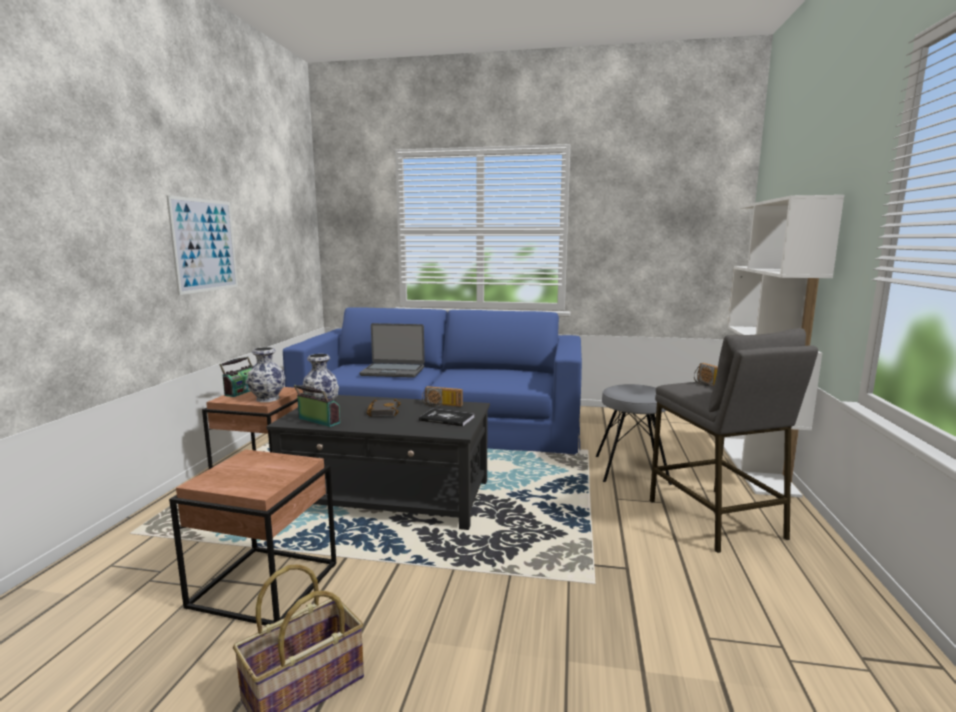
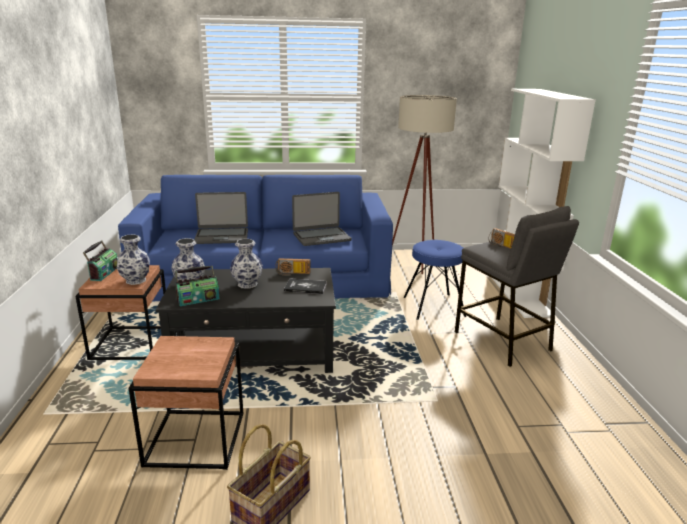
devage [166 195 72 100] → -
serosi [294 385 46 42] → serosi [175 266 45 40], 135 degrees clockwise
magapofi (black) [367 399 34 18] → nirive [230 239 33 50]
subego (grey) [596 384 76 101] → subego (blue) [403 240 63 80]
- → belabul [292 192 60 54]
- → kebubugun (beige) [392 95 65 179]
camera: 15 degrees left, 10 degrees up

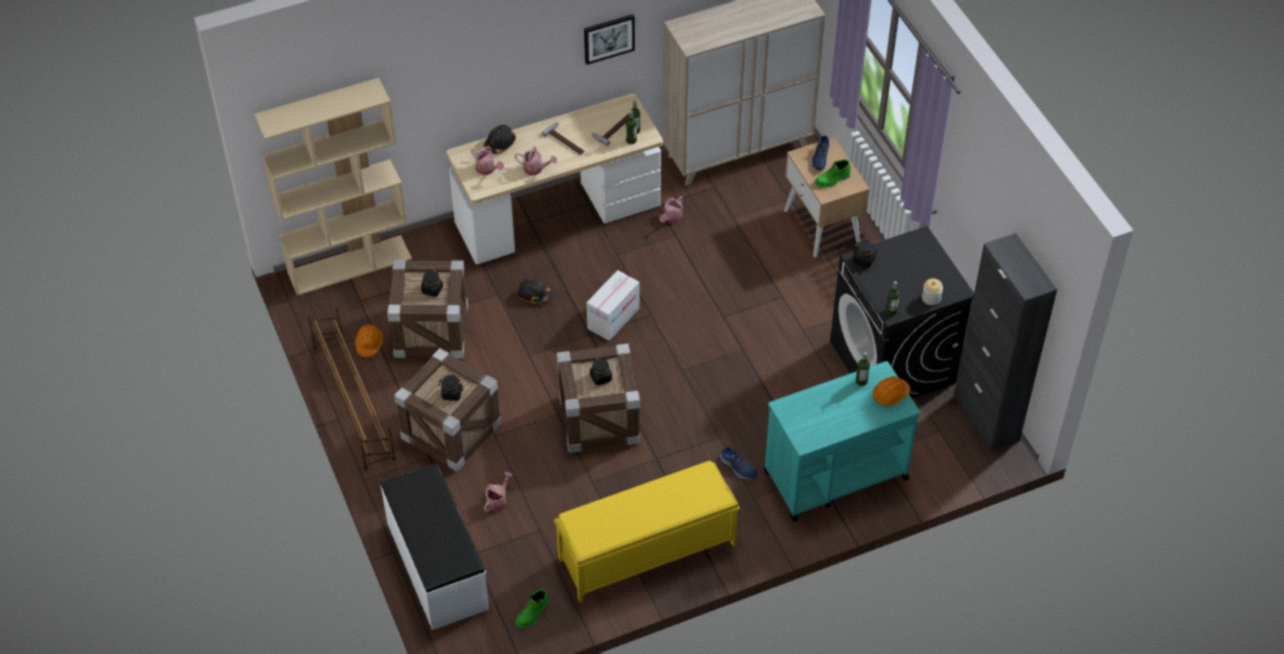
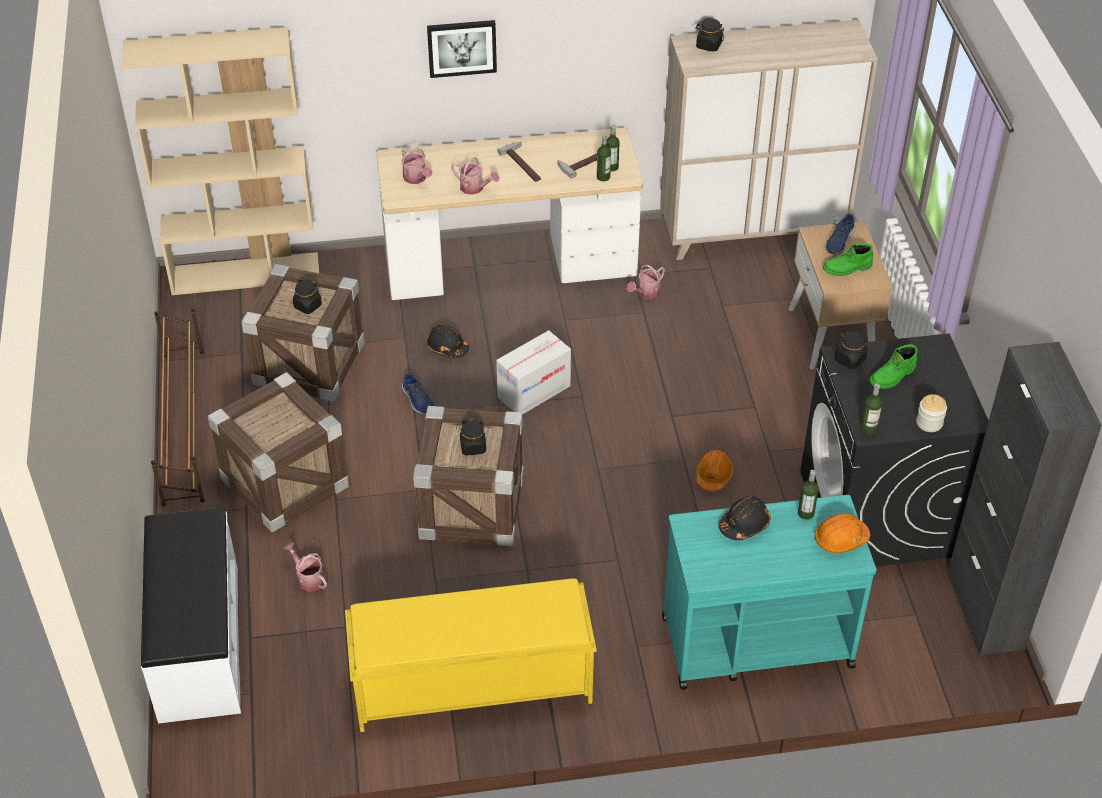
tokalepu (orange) [355 324 28 33] → tokalepu (orange) [696 450 38 42], move
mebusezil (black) [438 375 26 26] → mebusezil (black) [695 18 29 34], move
tokalepu (black) [484 125 32 29] → tokalepu (black) [718 496 53 44], move
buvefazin [484 472 29 40] → buvefazin [284 542 43 50], 90 degrees counterclockwise
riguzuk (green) [515 589 34 39] → riguzuk (green) [869 344 49 45], move
devage [584 14 51 51] → devage [427 20 70 58], move
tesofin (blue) [720 447 37 33] → tesofin (blue) [402 373 33 42], move
camera: 15 degrees right, 5 degrees down

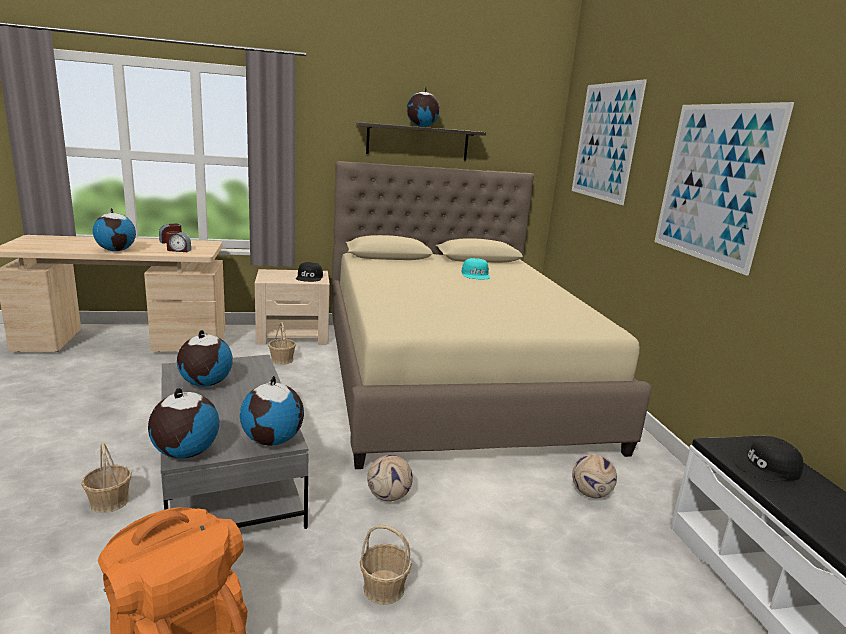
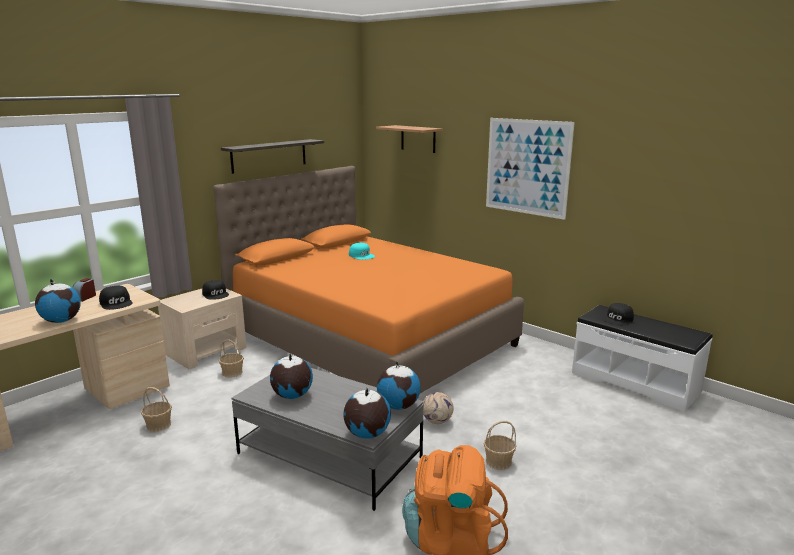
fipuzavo [81 442 51 71] → fipuzavo [141 387 31 45], move
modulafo [166 231 25 21] → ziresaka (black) [99 286 33 24]
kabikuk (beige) [332 161 320 308] → kabikuk (orange) [213 166 311 227]
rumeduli [407 87 33 40] → -
devage [572 79 75 126] → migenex [376 125 67 28]
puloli [572 454 45 44] → -
camera: 35 degrees left, 0 degrees up

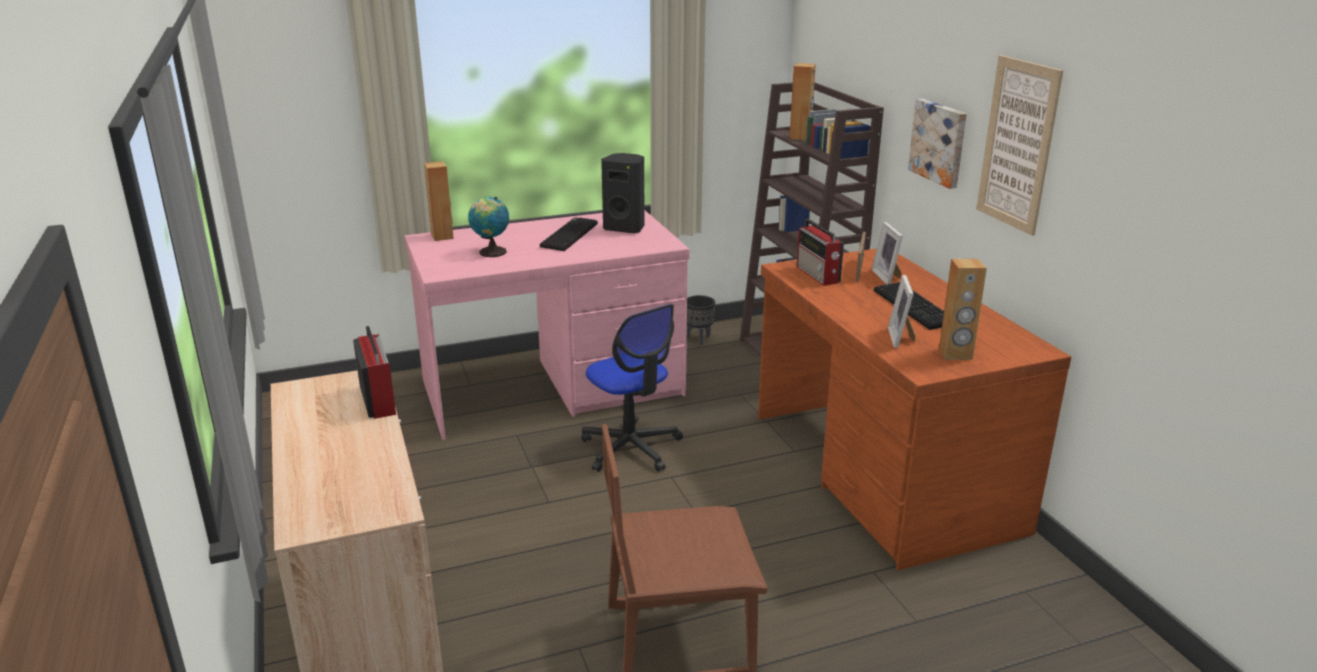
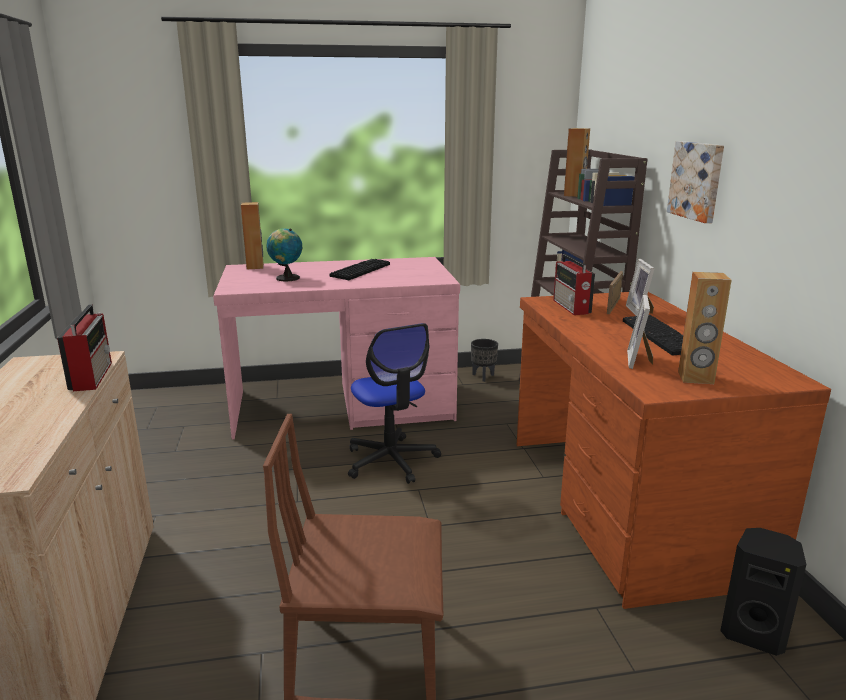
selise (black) [601 153 44 81] → selise (black) [720 528 86 128], move
devage [976 55 87 181] → -
camera: 10 degrees right, 5 degrees down

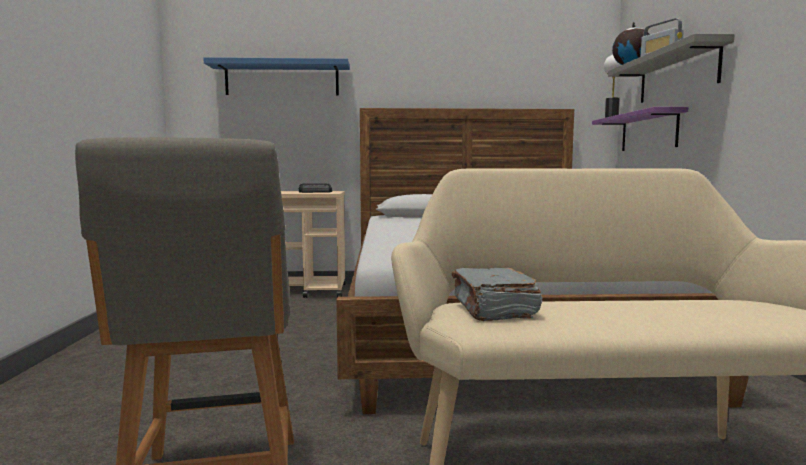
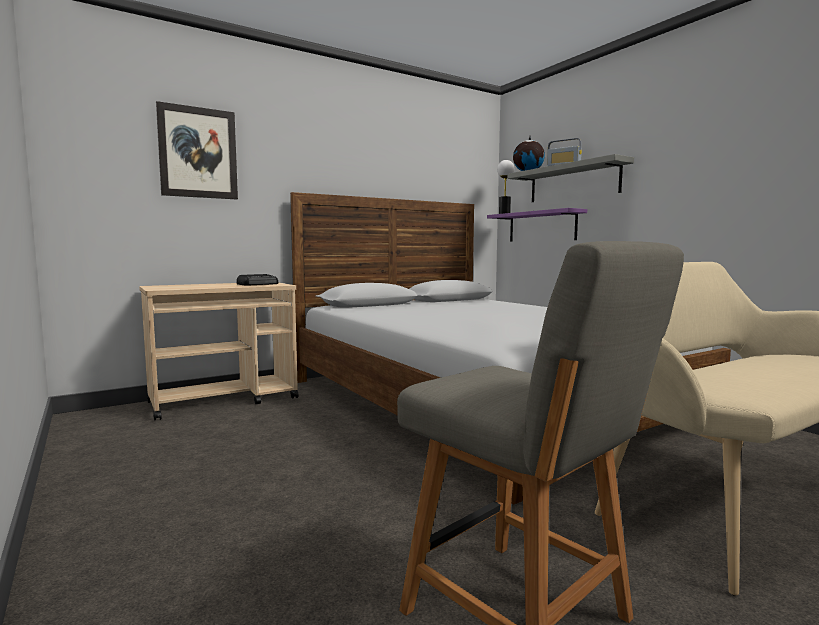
migenex (blue) [203 57 147 39] → devage [156 101 82 98]
magapofi (grey) [452 268 90 53] → -
camera: 30 degrees left, 0 degrees up

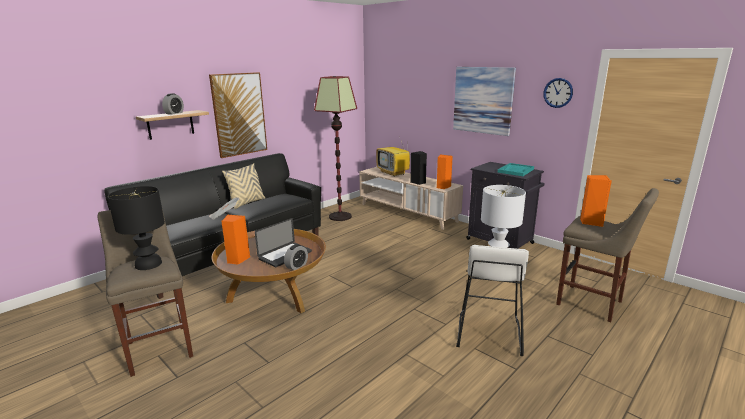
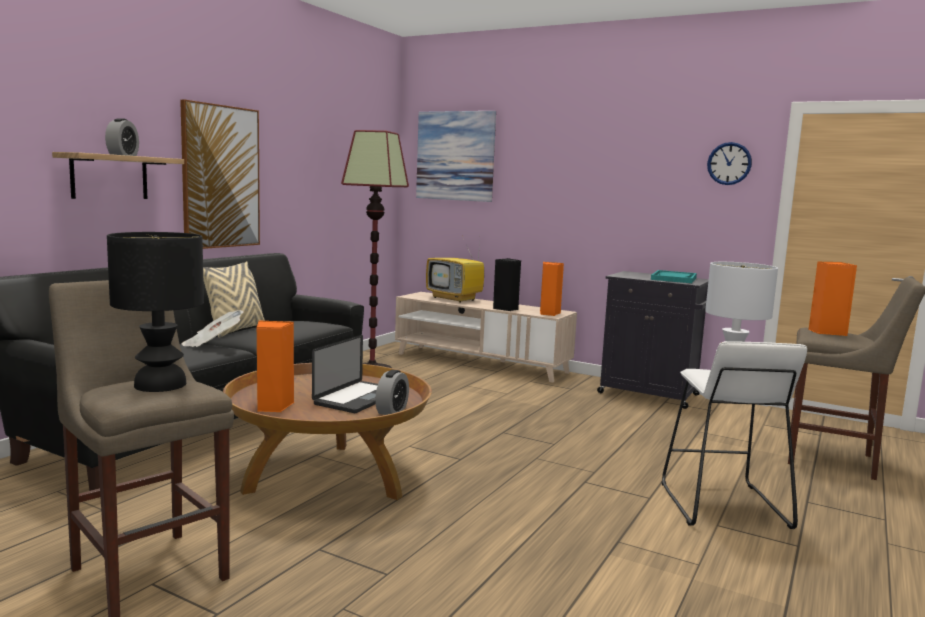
devage [453 67 63 69] → devage [416 111 80 91], move
camera: 15 degrees left, 10 degrees down

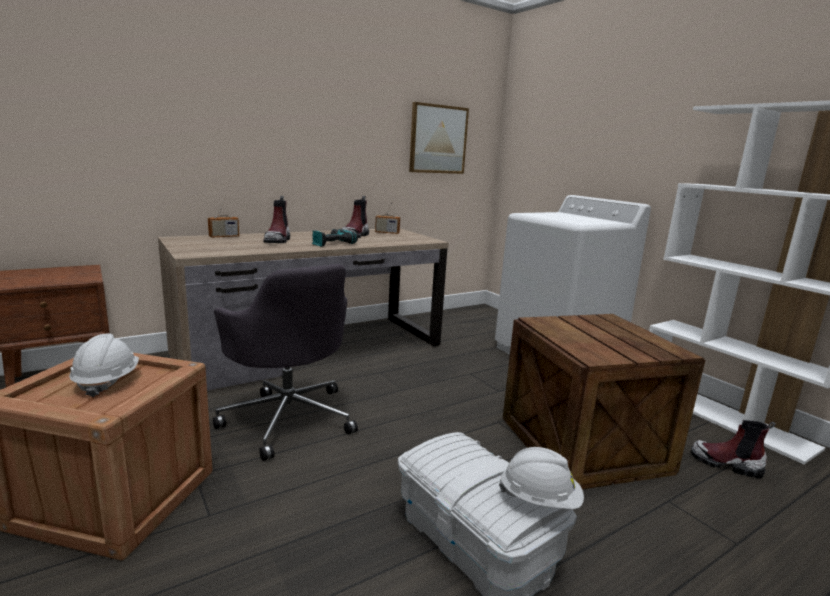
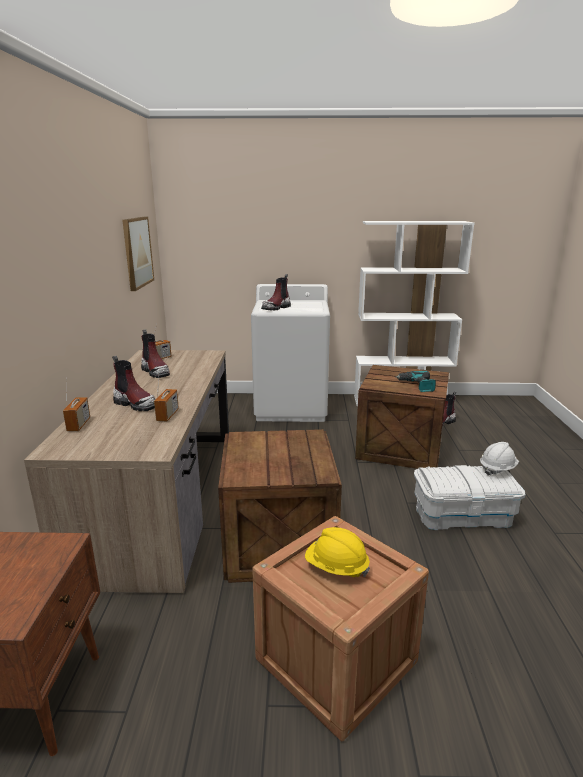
tokalepu (white) [69 333 70 64] → tokalepu (yellow) [305 527 65 50]
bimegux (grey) [213 264 145 197] → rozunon [218 429 124 154]
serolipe [312 229 46 18] → serolipe [395 371 41 21], move
- → serosi [154 377 25 45]
- → riguzuk [261 274 30 36]
camera: 55 degrees left, 5 degrees up

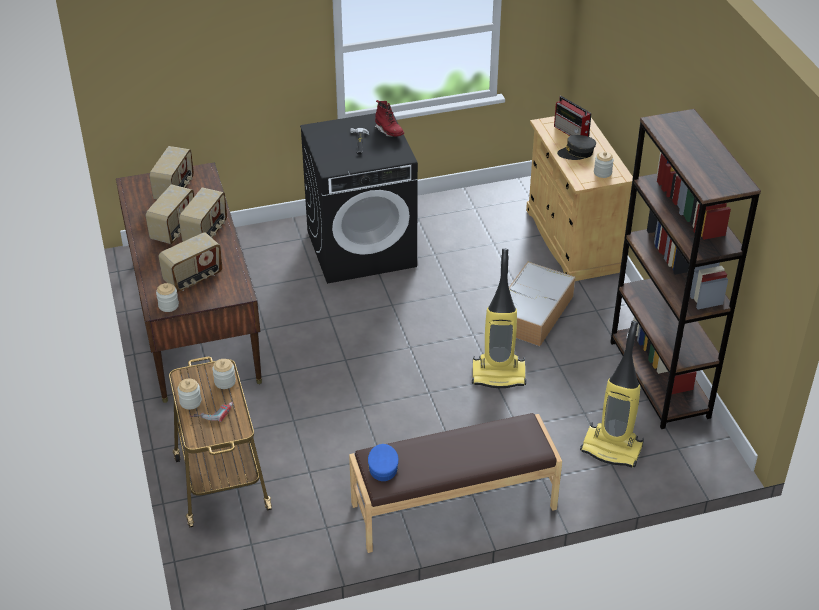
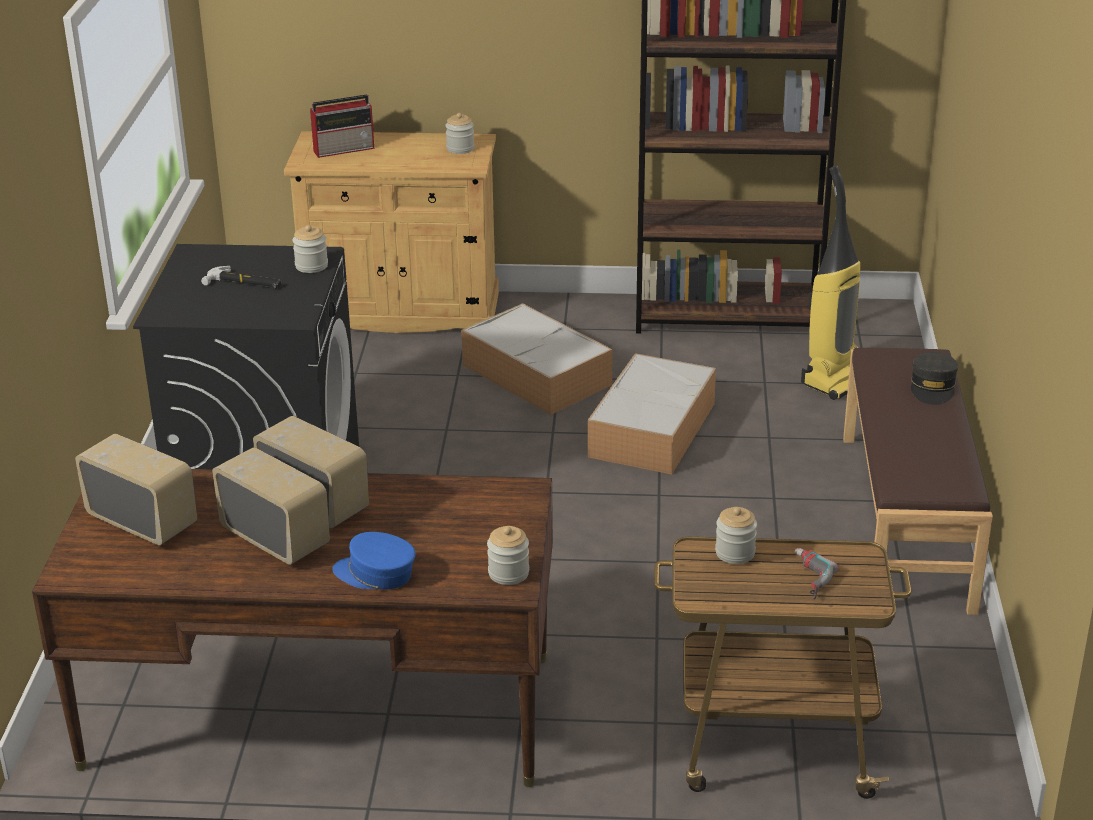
serosi [158 233 64 59] → -
mebusezil [177 379 25 31] → mebusezil [293 225 35 48], move
ziresaka (blue) [368 444 31 37] → ziresaka (blue) [332 532 84 57], move
riguzuk (red) [375 100 29 37] → -
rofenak [472 249 54 139] → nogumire [588 353 128 121]
ziresaka (grey) [557 135 39 25] → ziresaka (grey) [911 352 47 53], move
camera: 70 degrees left, 10 degrees down

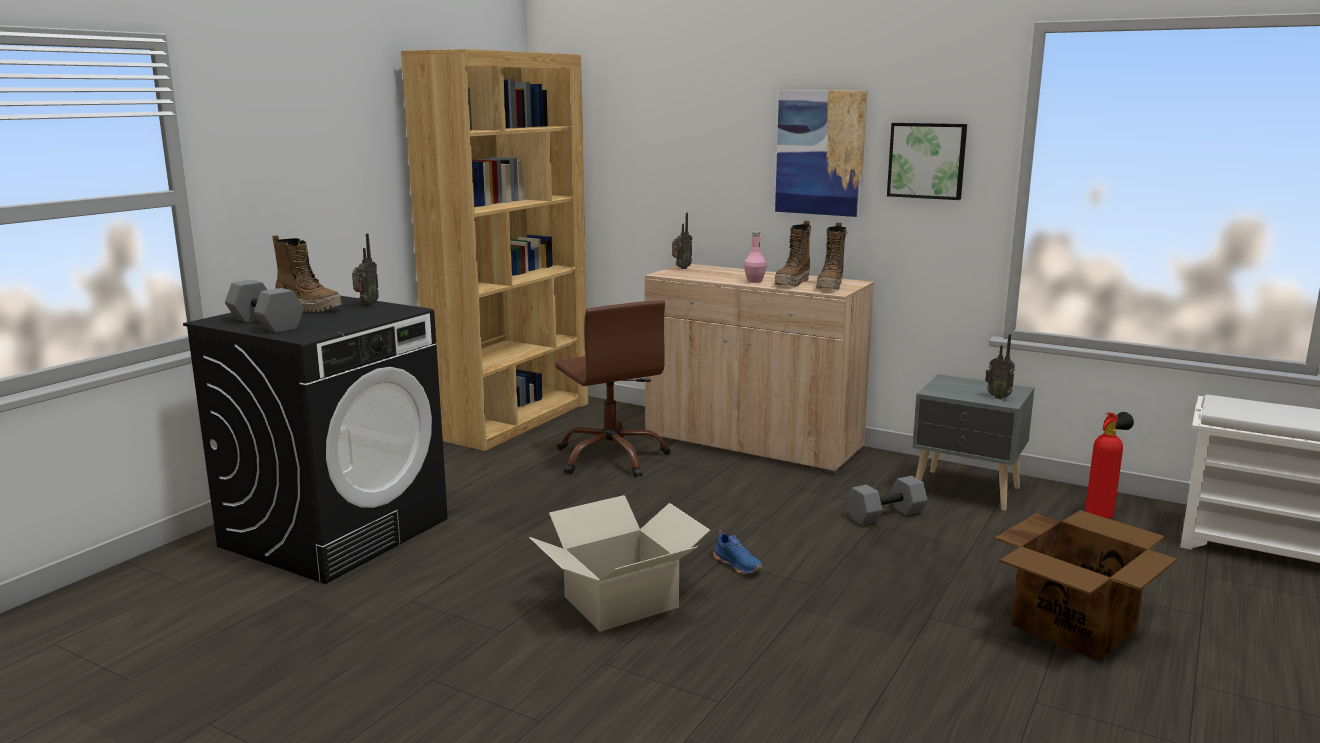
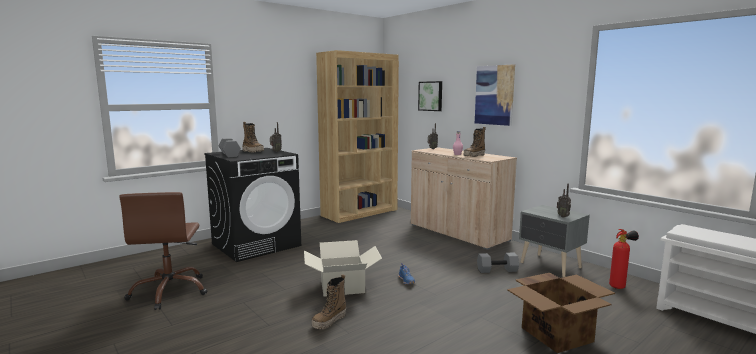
bimegux (brown) [555 300 116 177] → bimegux (brown) [119 192 88 118], move
riguzuk [816 222 32 68] → riguzuk [312 274 34 55], move
devage [887 123 80 77] → devage [418 81 24 30], move
camera: 20 degrees right, 5 degrees down

